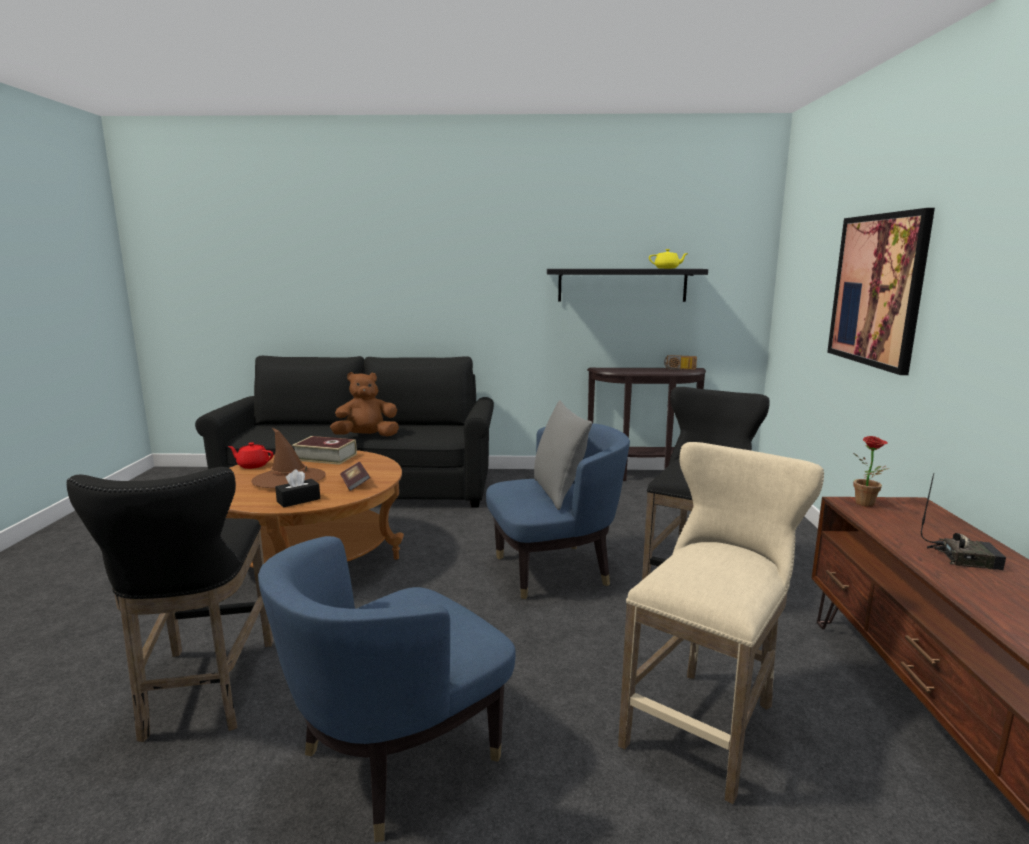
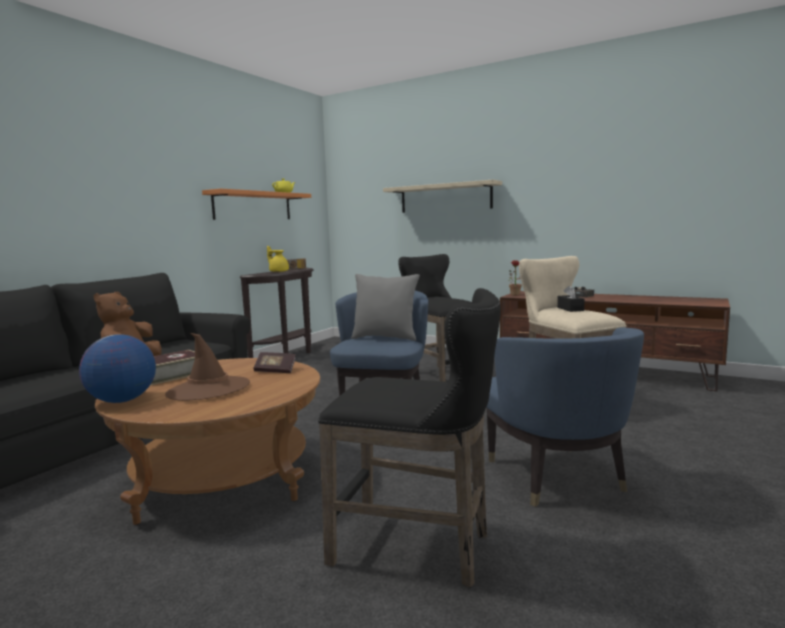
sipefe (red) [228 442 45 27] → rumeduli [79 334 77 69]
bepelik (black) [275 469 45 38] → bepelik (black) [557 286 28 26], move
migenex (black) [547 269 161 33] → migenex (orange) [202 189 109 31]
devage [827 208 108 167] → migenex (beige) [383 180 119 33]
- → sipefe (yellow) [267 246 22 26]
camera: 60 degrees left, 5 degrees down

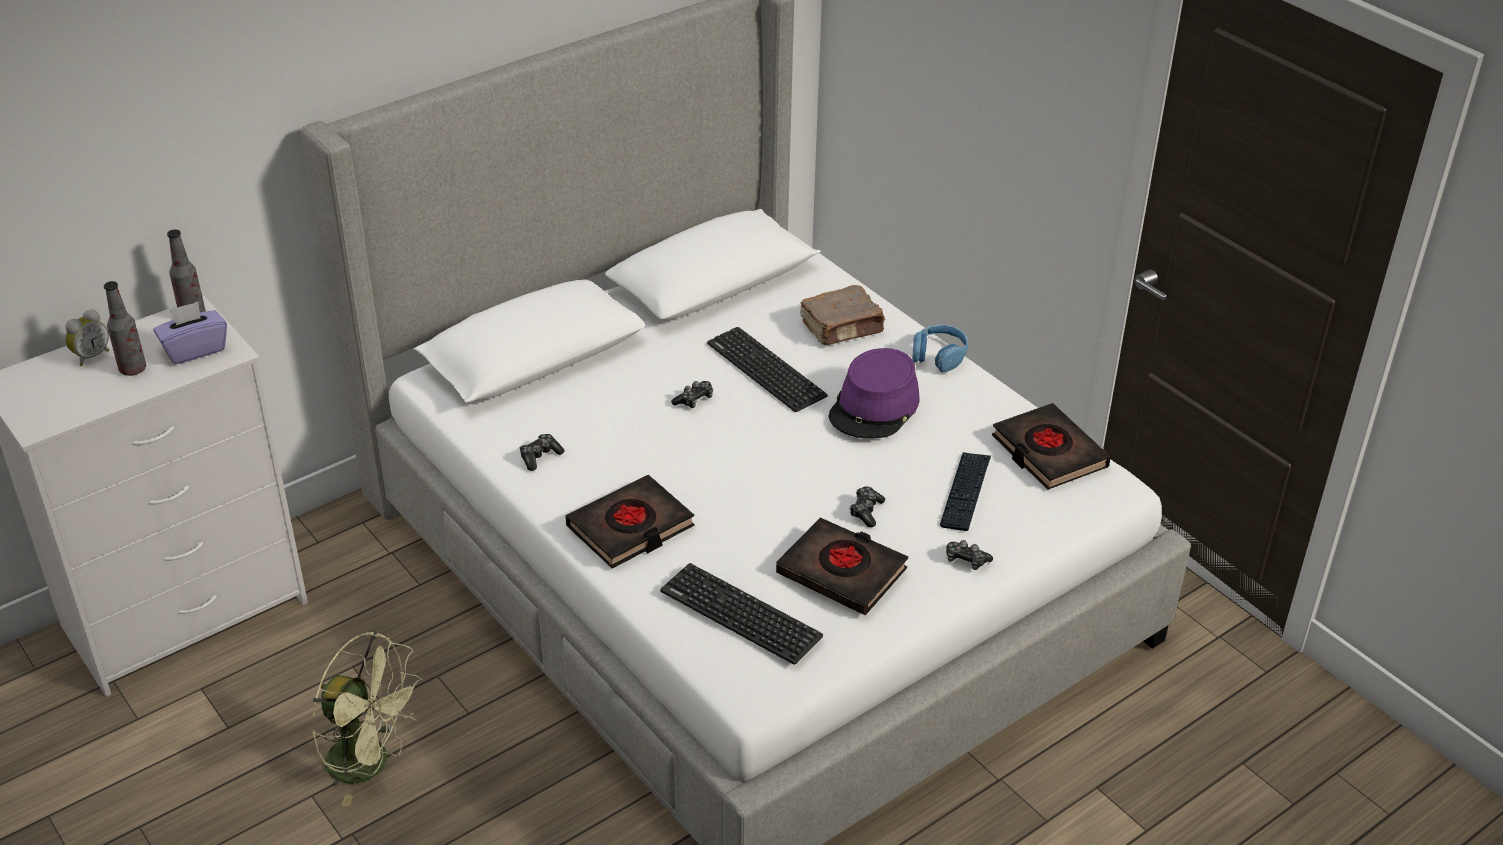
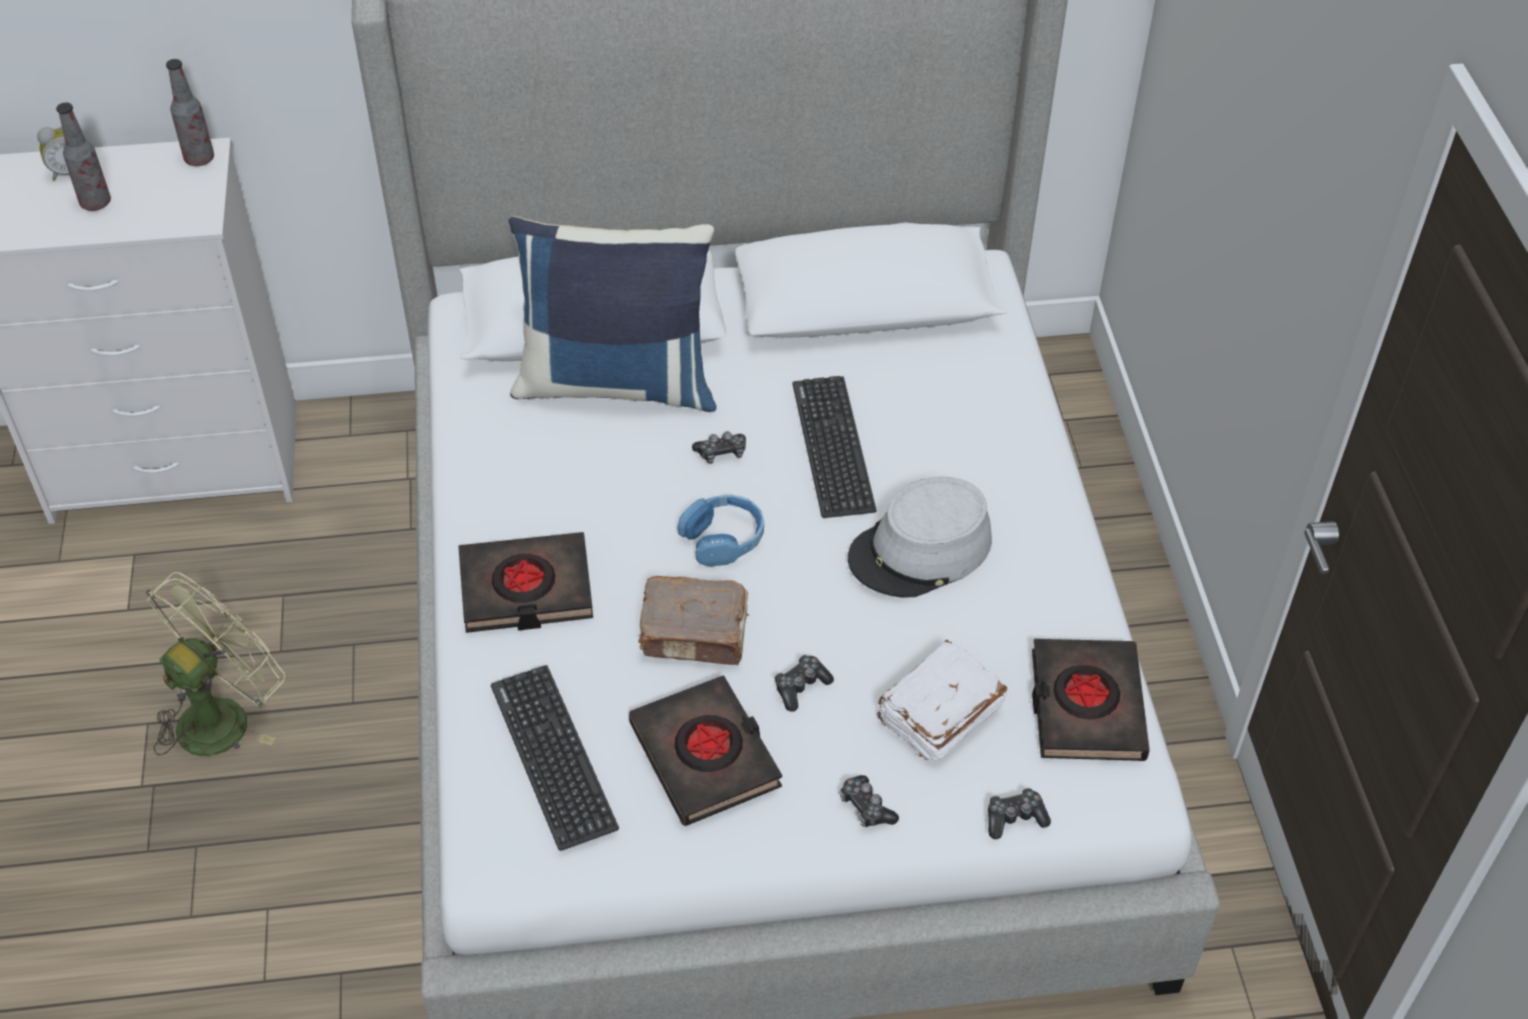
bepelik (purple) [153 302 74 63] → -
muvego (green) [312 631 111 175] → muvego (green) [145 572 140 184], 105 degrees counterclockwise
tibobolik [520 434 44 37] → tibobolik [988 788 63 51], move
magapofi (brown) [800 285 86 60] → magapofi (brown) [638 576 112 89], move
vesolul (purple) [829 348 90 91] → vesolul (grey) [848 477 144 121]
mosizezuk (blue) [912 325 56 47] → mosizezuk (blue) [677 495 87 72], move
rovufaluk [940 452 51 79] → magapofi (white) [876 640 131 122]
- → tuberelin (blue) [508 216 209 196]
camera: 30 degrees right, 10 degrees up

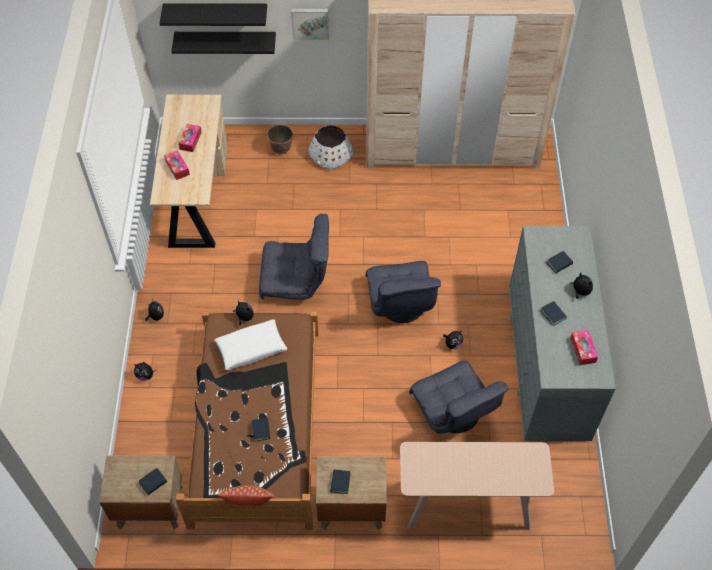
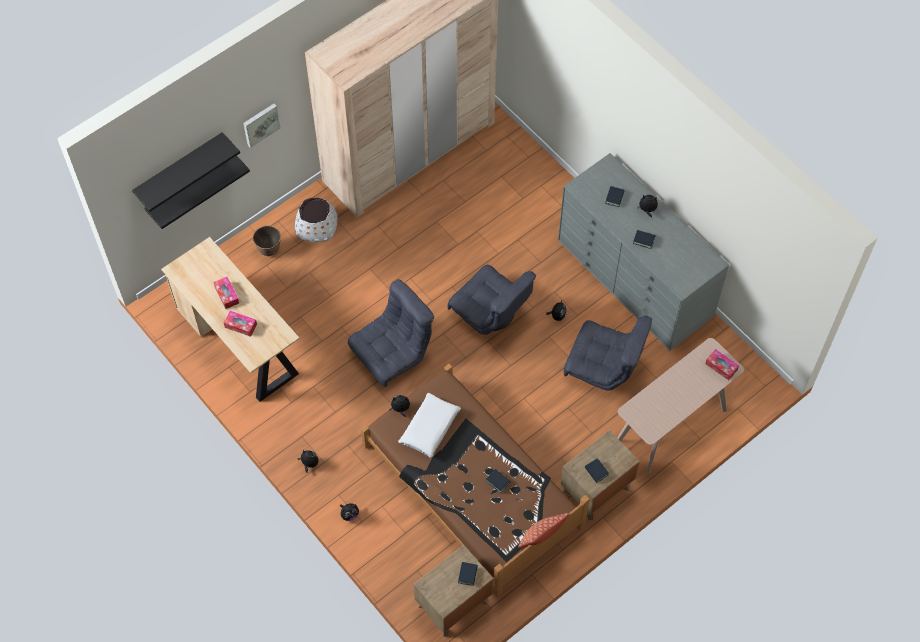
bepelik [570 330 28 35] → bepelik [705 349 34 31], move
camera: 40 degrees left, 5 degrees up

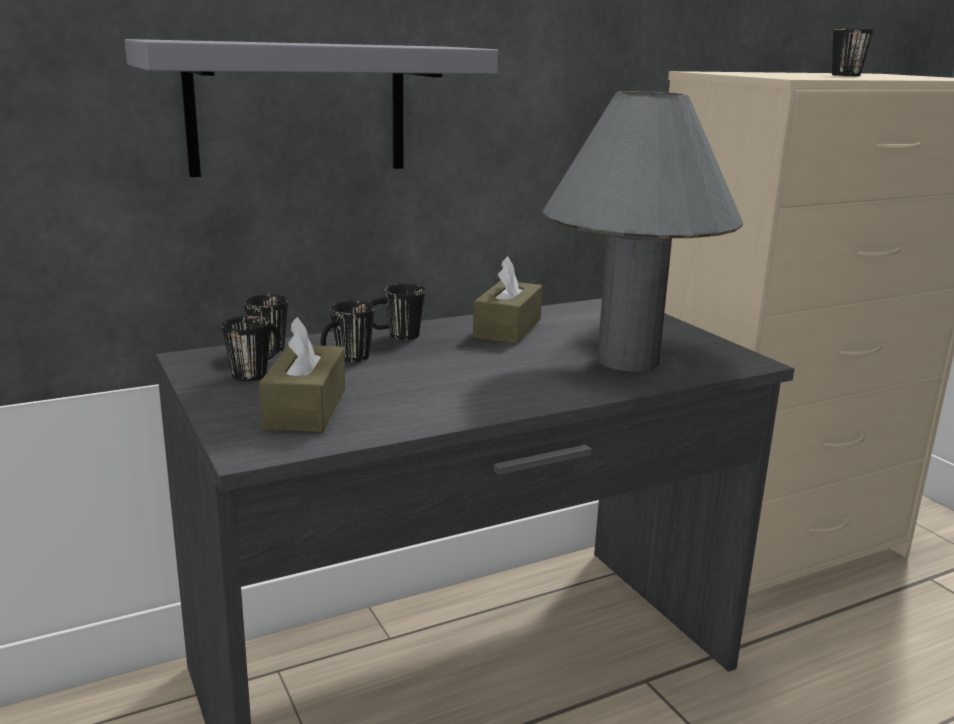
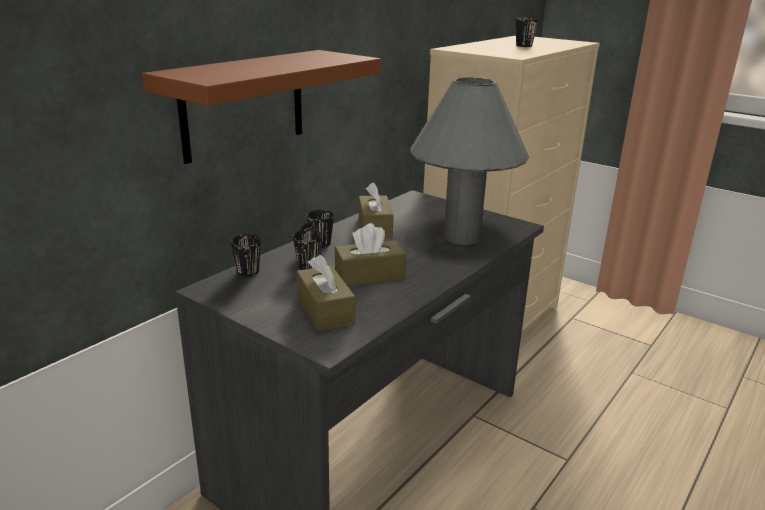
migenex (grey) [125 39 373 138] → migenex (brown) [141 50 240 114]
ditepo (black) [222 316 58 65] → -
- → bepelik (brown) [335 223 72 63]
camera: 25 degrees left, 5 degrees up

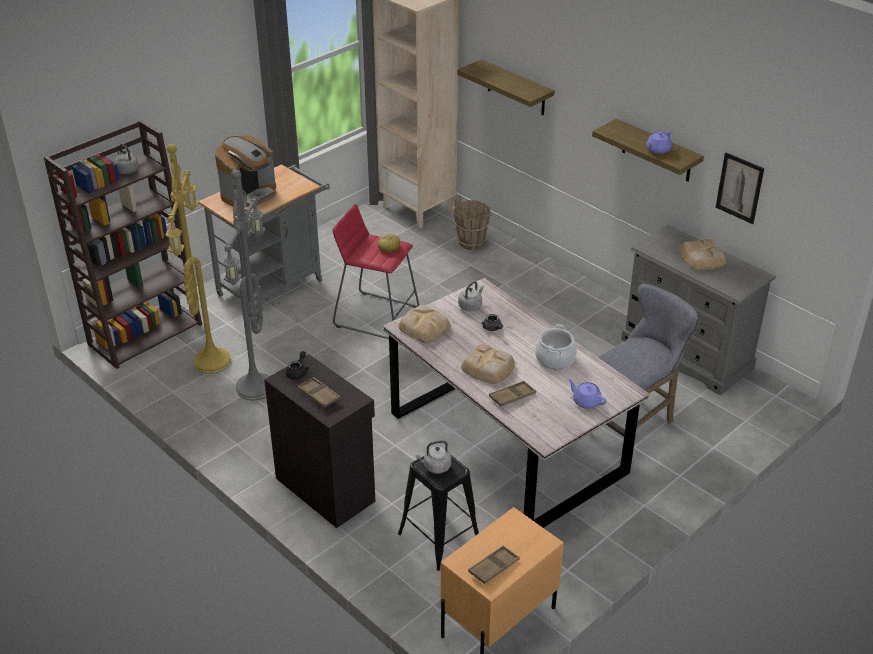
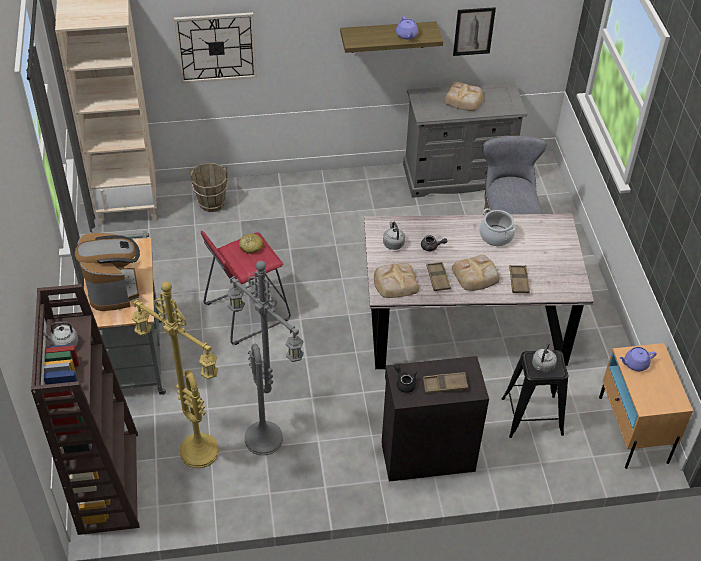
migenex [457 59 98 56] → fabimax [174 12 83 71]
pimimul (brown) [468 545 51 39] → pimimul (brown) [426 262 25 29], move
sipefe (purple) [568 379 38 30] → sipefe (purple) [620 347 37 24], move
camera: 55 degrees left, 10 degrees up

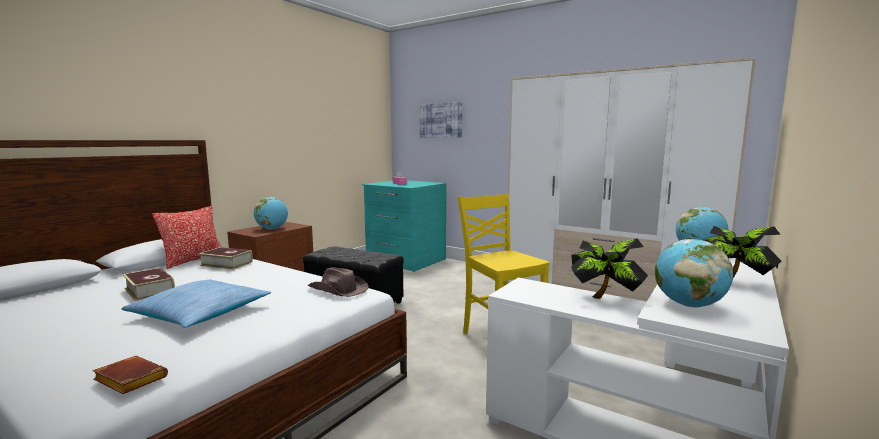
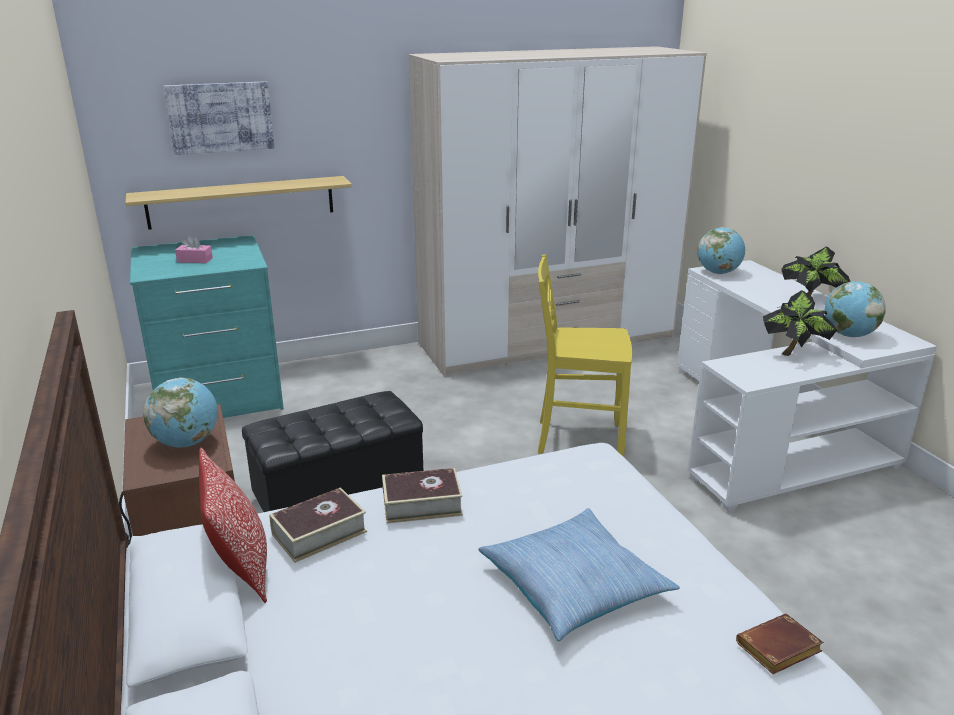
magapofi [123 268 52 33] → magapofi [382 468 81 55], move
vesolul (brown) [308 267 61 30] → -
- → migenex [126 176 226 54]
camera: 55 degrees left, 15 degrees up

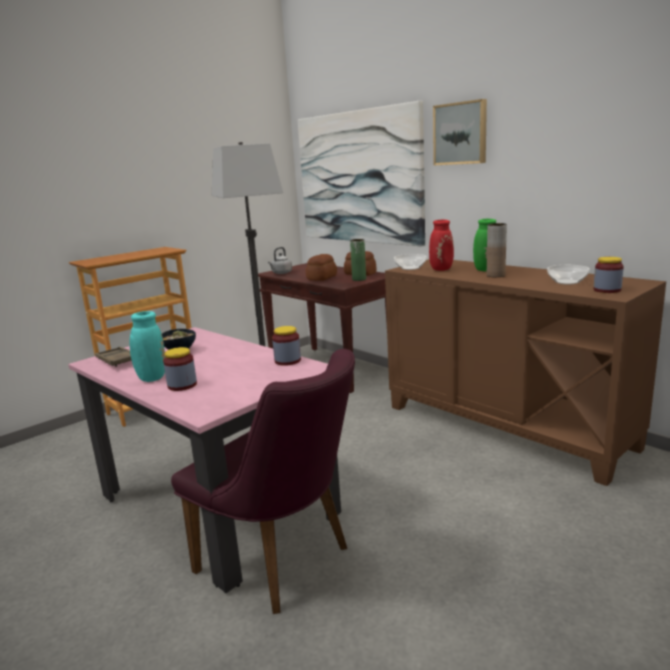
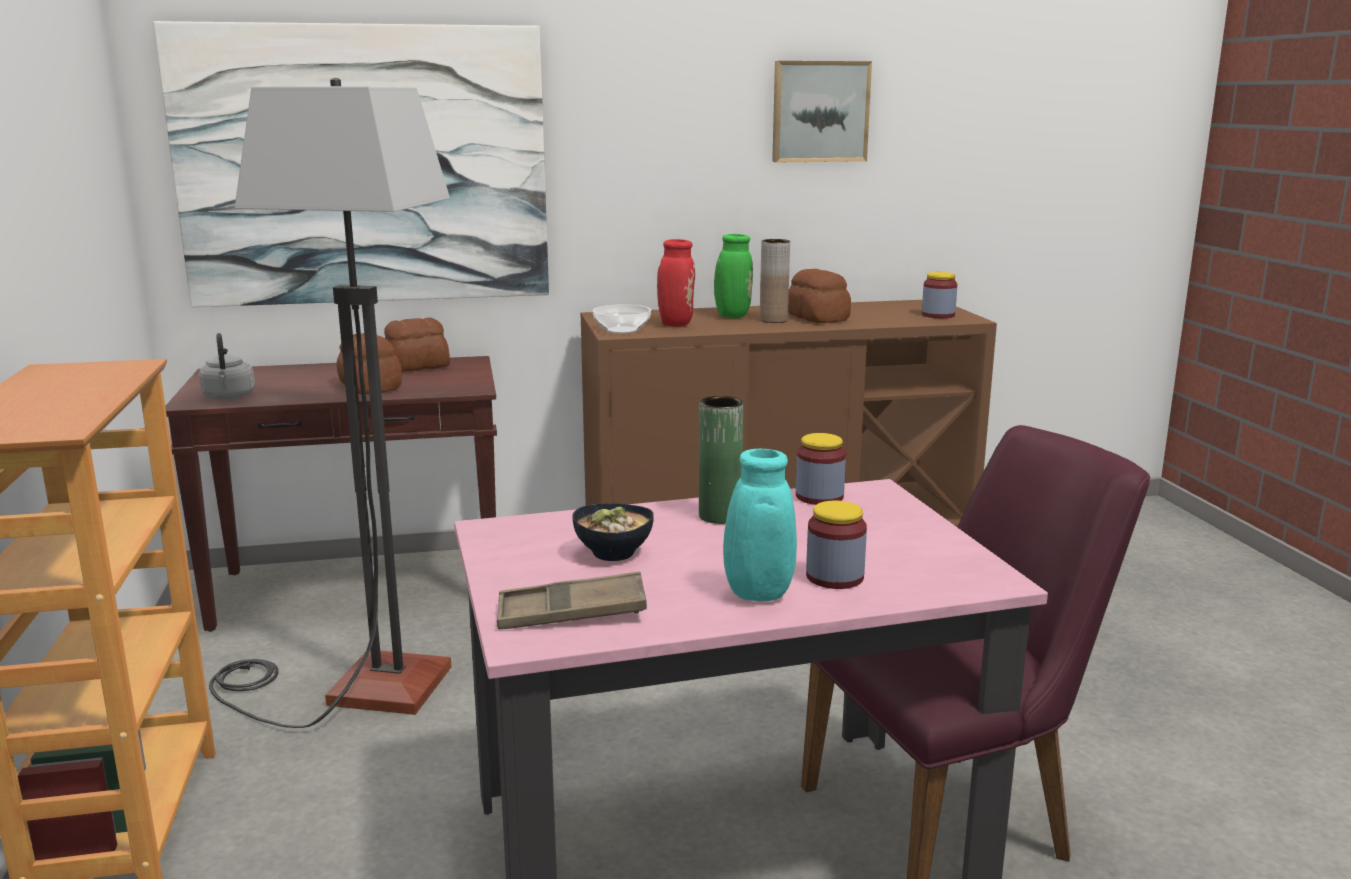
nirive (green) [350 239 16 42] → nirive (green) [699 396 44 128], move
devage [433 99 54 66] → devage [772 61 100 101], move
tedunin [547 265 43 20] → -
- → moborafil [788 269 63 54]
camera: 60 degrees left, 0 degrees up

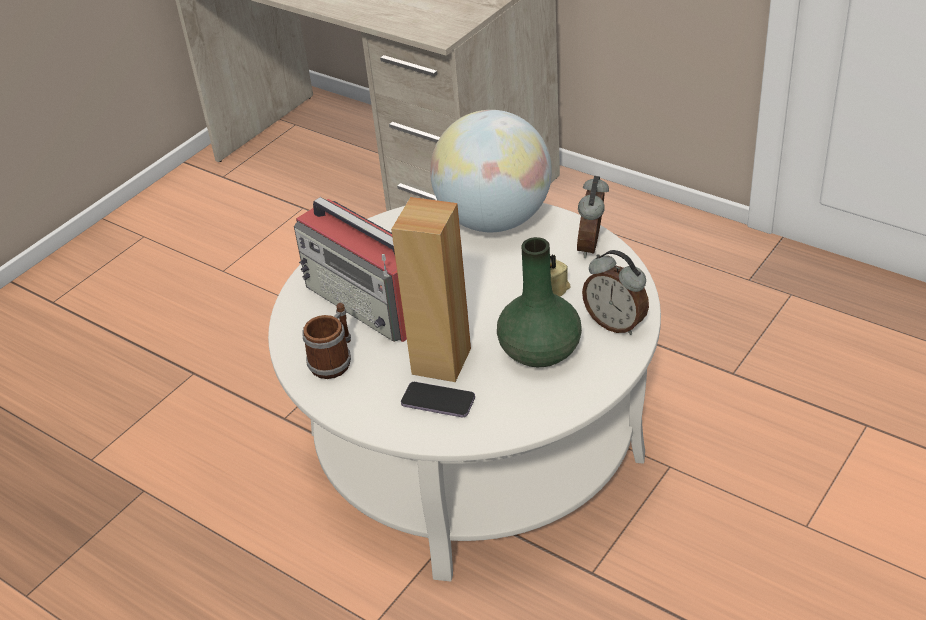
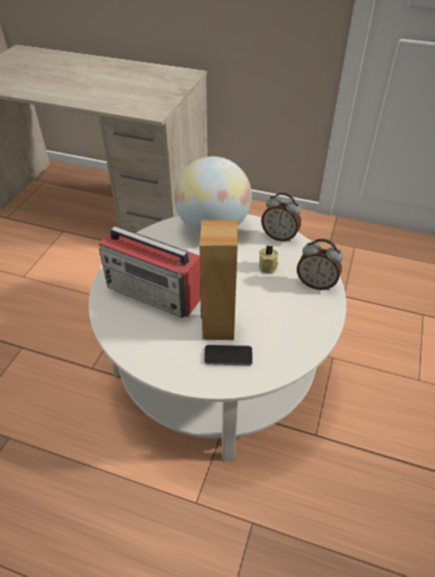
ditepo [302 303 49 76] → -
nirive (green) [497 237 85 130] → -
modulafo [577 176 32 82] → modulafo [261 193 40 49], 60 degrees counterclockwise
camera: 20 degrees left, 5 degrees up

